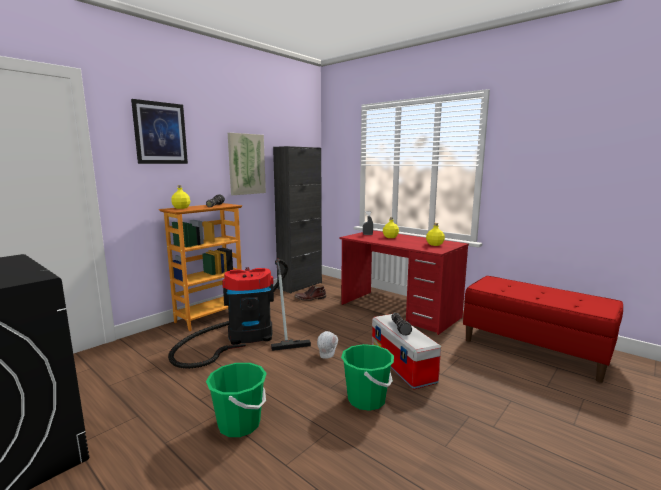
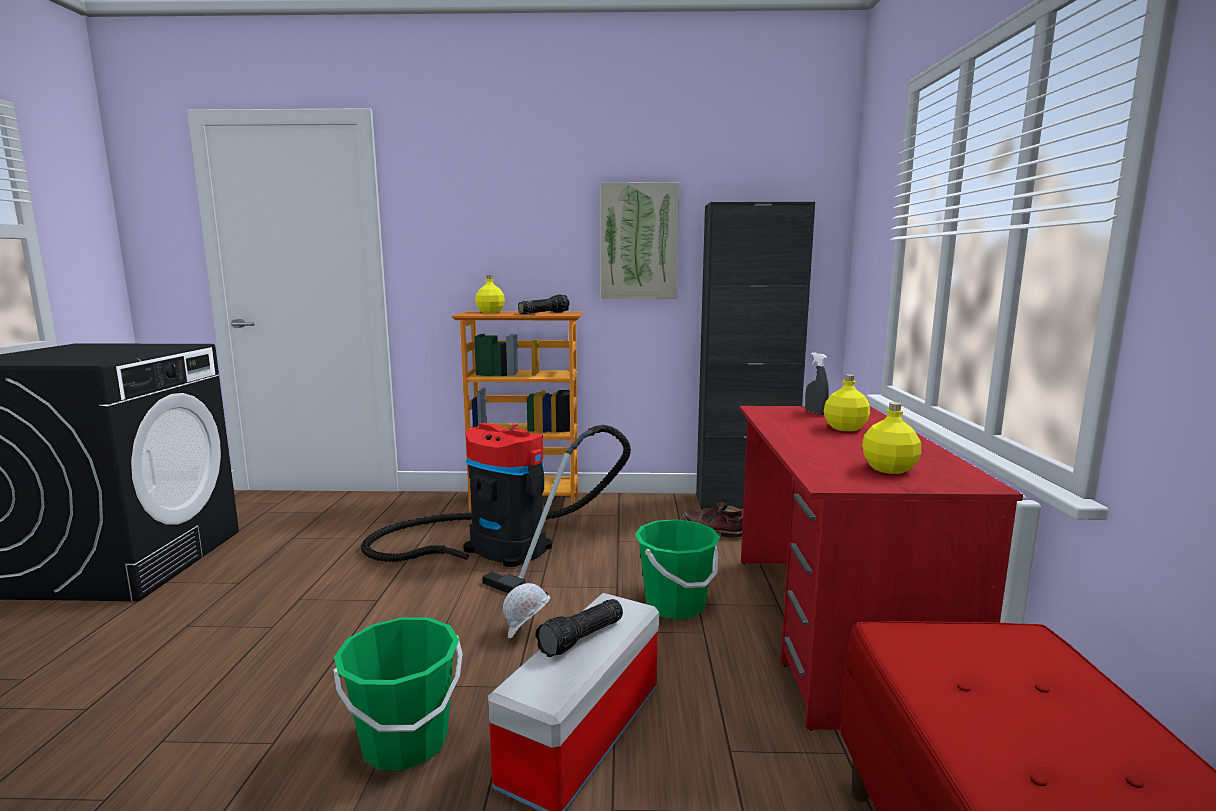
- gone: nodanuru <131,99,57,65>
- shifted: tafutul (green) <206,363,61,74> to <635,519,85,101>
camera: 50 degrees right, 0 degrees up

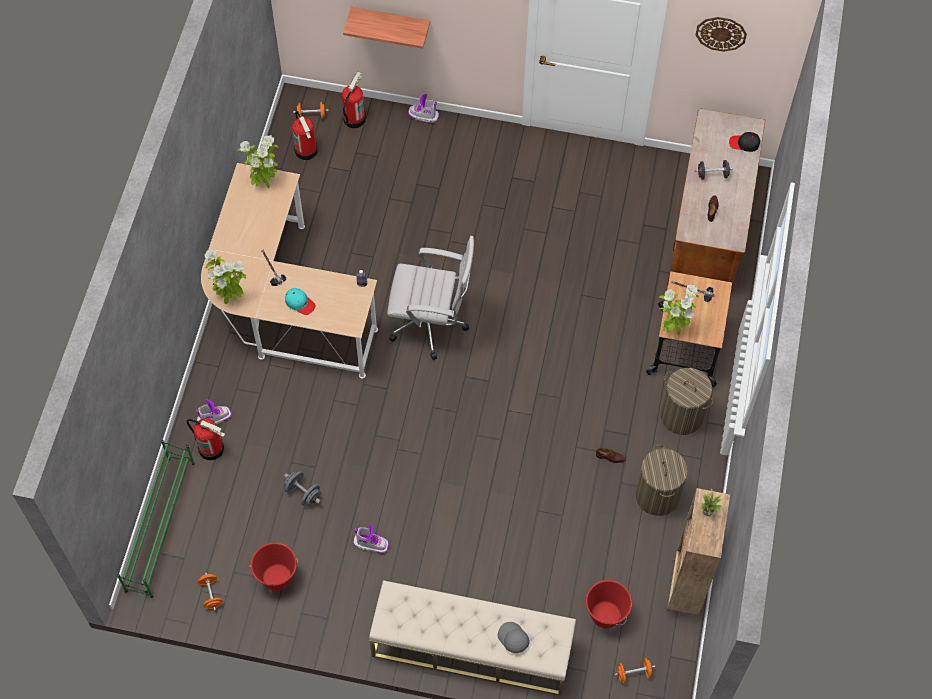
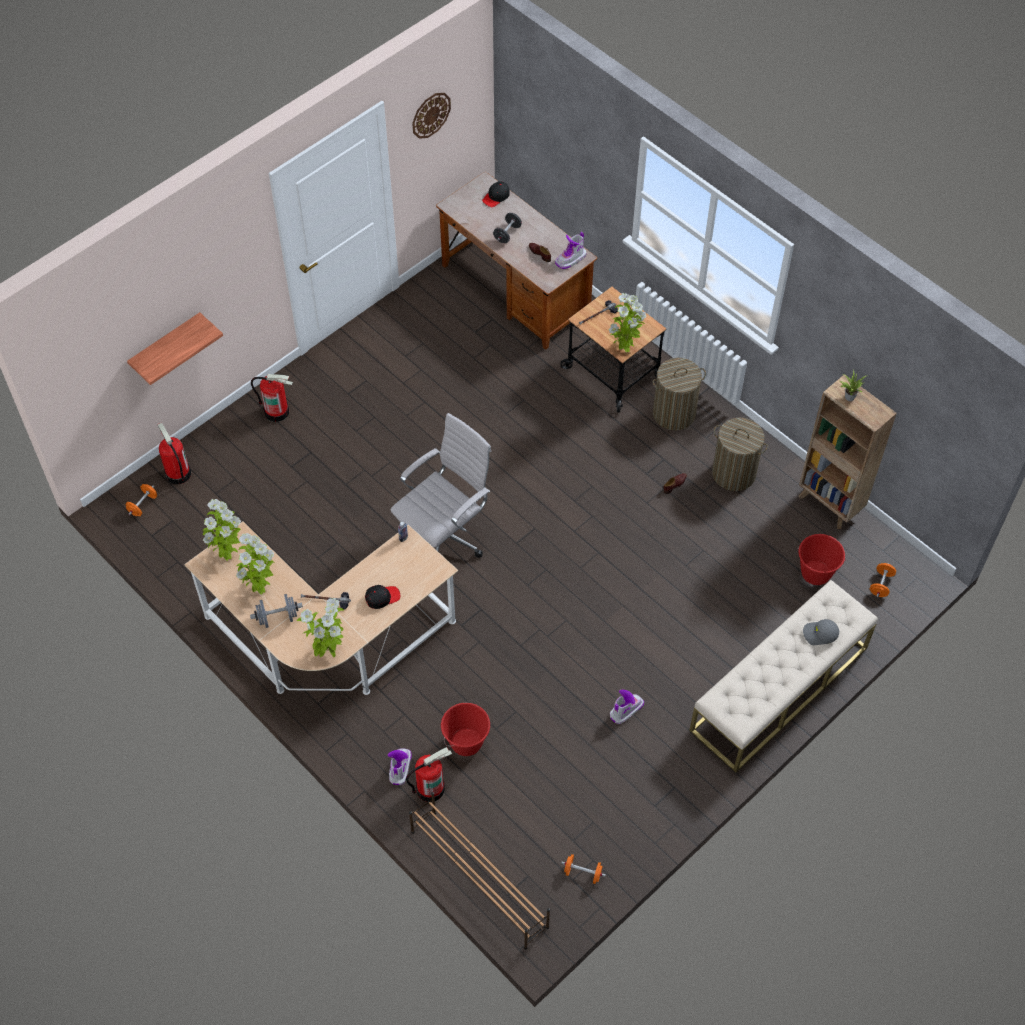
- repainted: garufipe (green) <117,440,78,158> to garufipe (brown) <409,792,141,157>
- shifted: tafutul (red) <250,543,48,48> to <441,703,49,53>
- shifted: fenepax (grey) <284,471,37,35> to <250,594,53,34>
- repainted: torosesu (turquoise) <285,288,31,27> to torosesu (black) <365,585,35,24>
- shifted: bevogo <292,111,26,49> to <251,374,42,48>
- shifted: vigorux <408,94,31,29> to <555,232,31,37>
- new: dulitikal <236,533,39,62>
camera: 55 degrees left, 5 degrees down

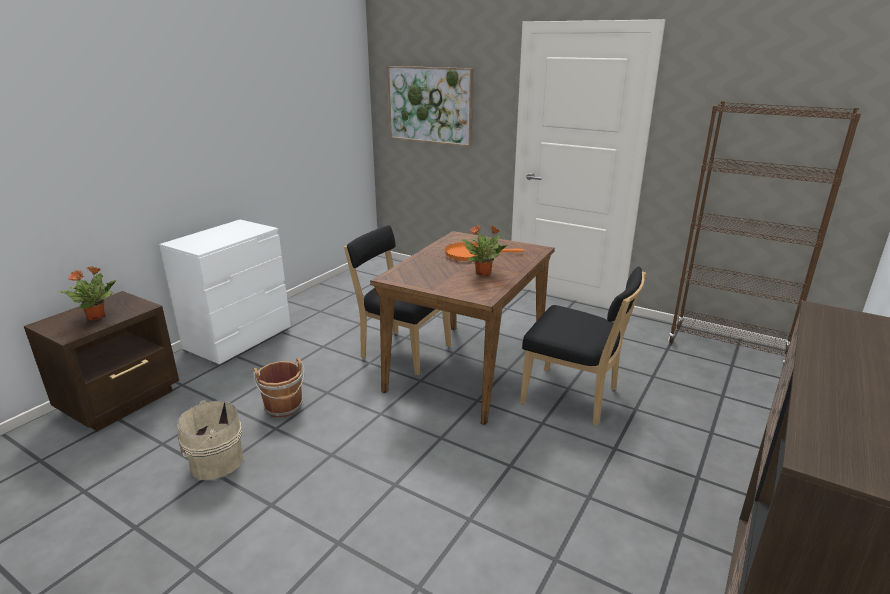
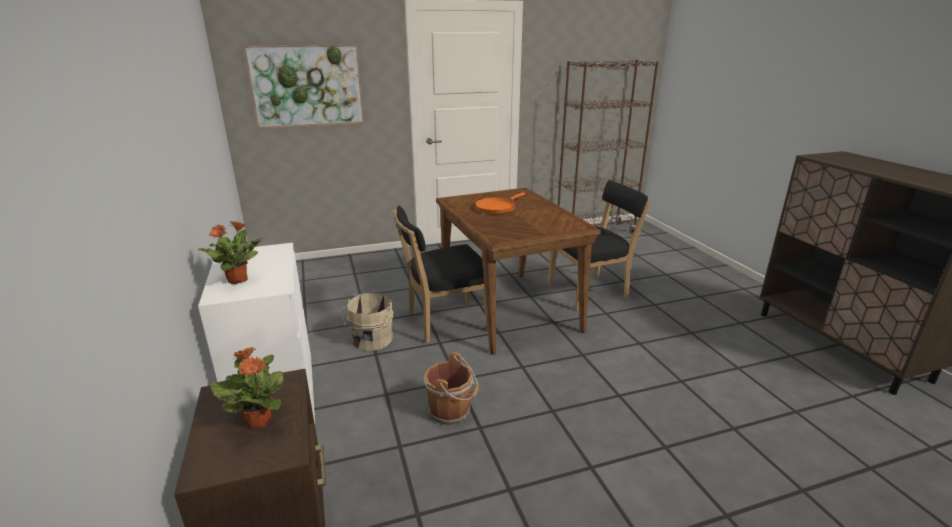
- shifted: tafutul (beige) <177,400,66,80> to <343,293,50,58>
- shifted: dulitikal <461,224,46,52> to <198,221,64,63>
camera: 50 degrees left, 0 degrees up

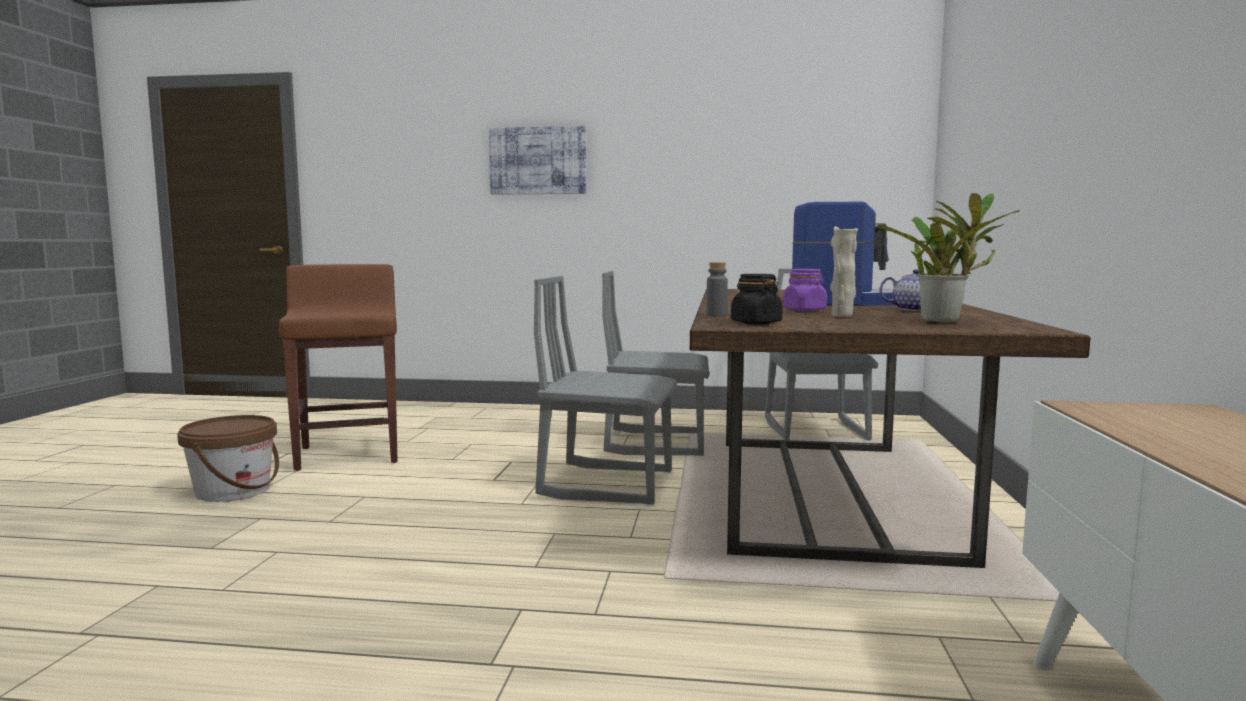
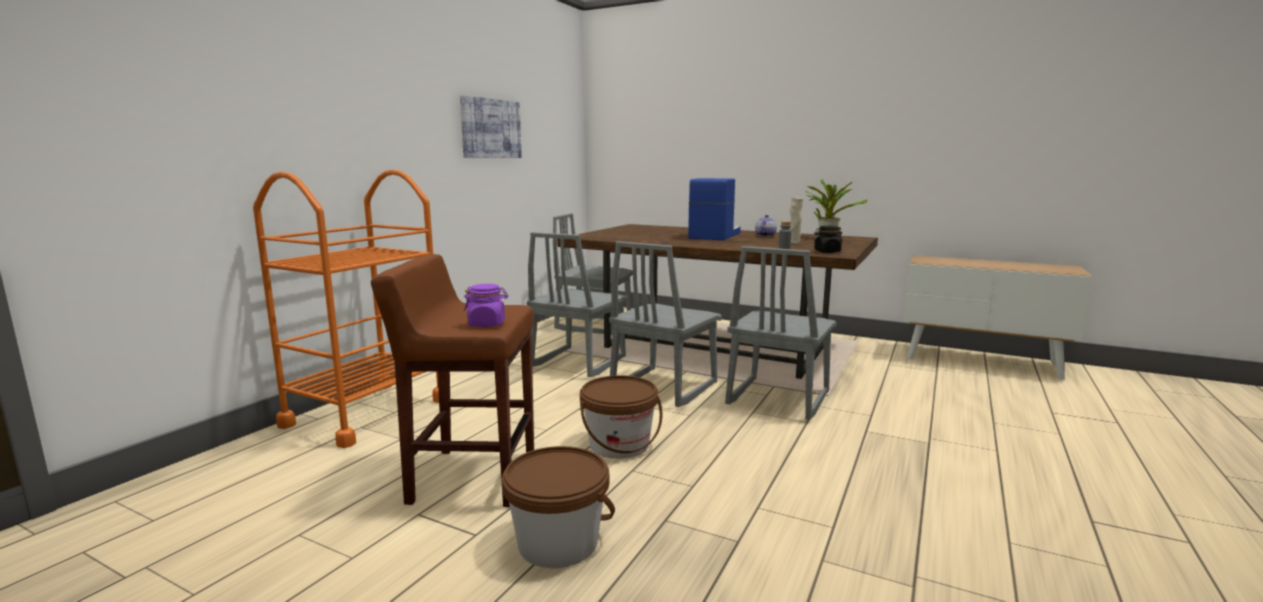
- shifted: nodanuru <489,126,97,69> to <460,95,62,63>
- shifted: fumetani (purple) <783,269,44,42> to <464,284,44,43>
- new: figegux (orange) <253,169,186,279>
- new: tafutul (brown) <580,375,83,84>
- new: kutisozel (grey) <725,246,112,174>
camera: 70 degrees left, 5 degrees up

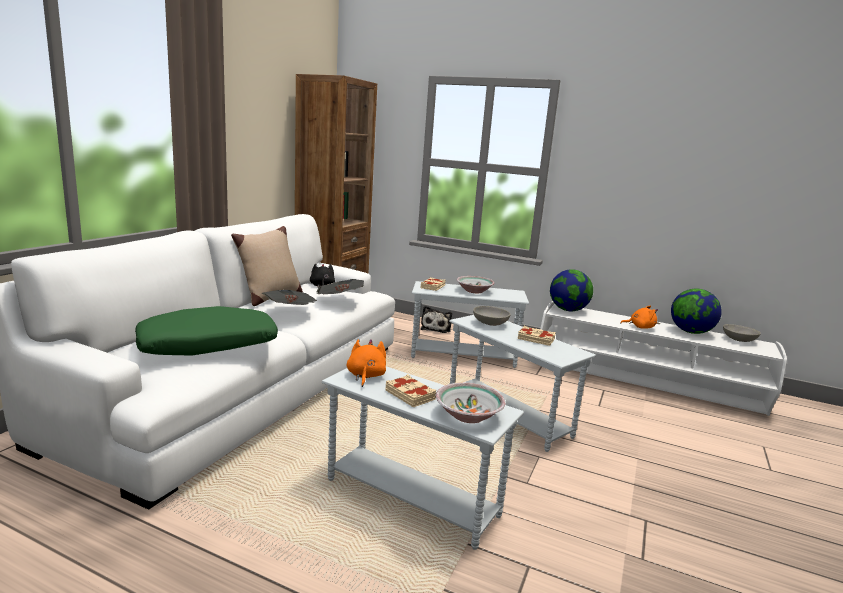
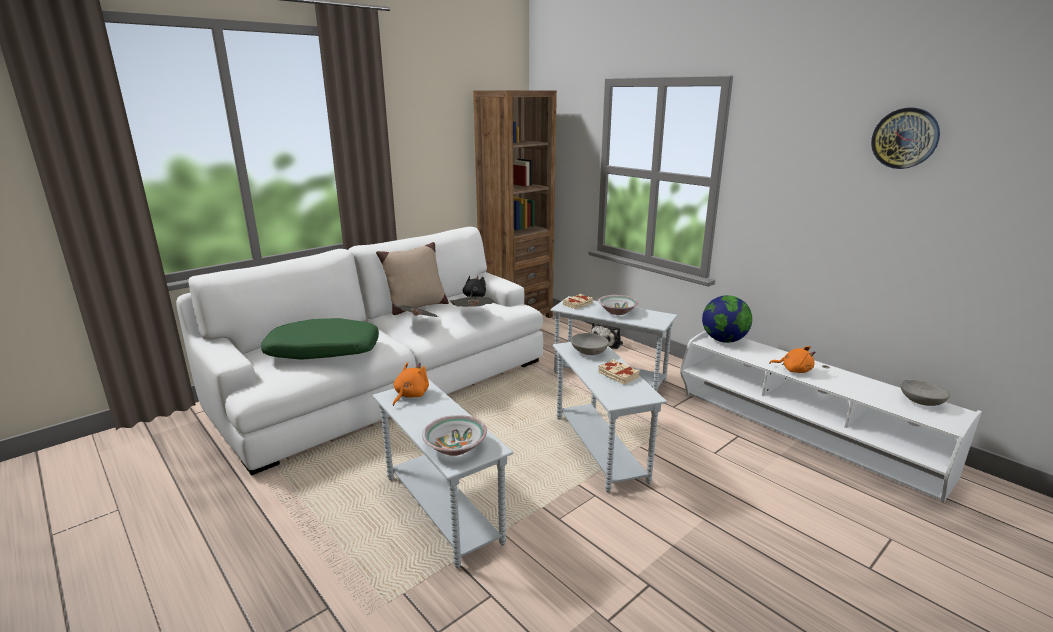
- gone: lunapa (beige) <385,374,51,33>
- gone: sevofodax <671,289,51,45>
- new: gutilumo <871,108,69,61>
camera: 25 degrees right, 5 degrees up

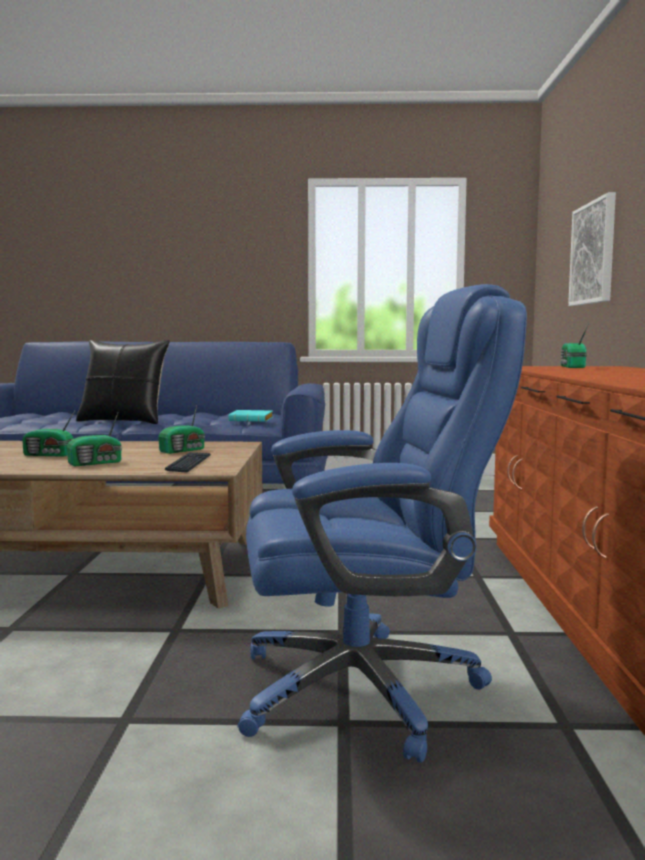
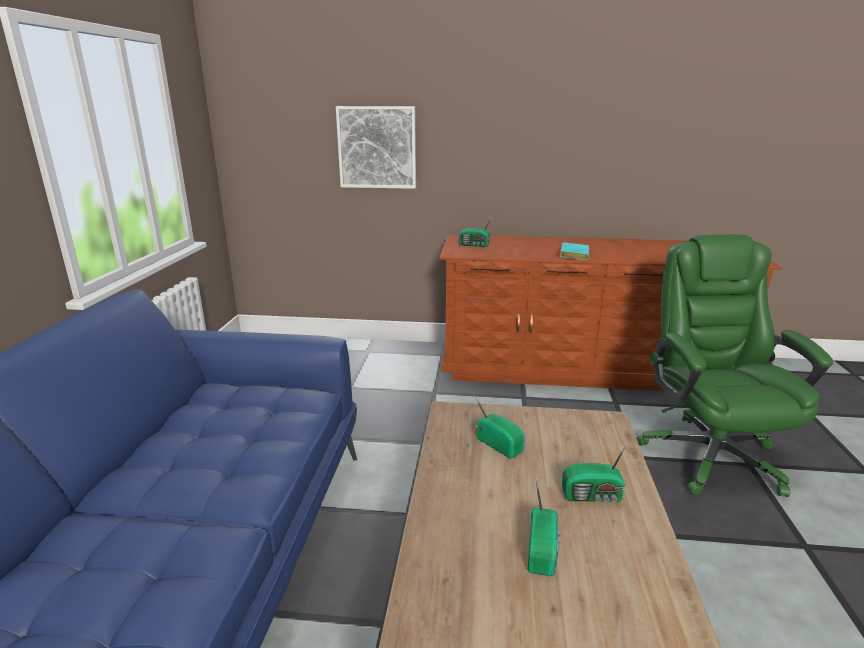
- rotated: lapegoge <67,413,55,53> = <562,442,66,60> 120 degrees clockwise
- gone: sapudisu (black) <76,340,94,84>
- gone: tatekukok <165,452,46,21>
- shifted: lunapa (turquoise) <228,410,45,12> to <560,242,29,18>
- repainted: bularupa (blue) <238,284,289,479> to bularupa (green) <636,234,197,263>
camera: 85 degrees left, 15 degrees up

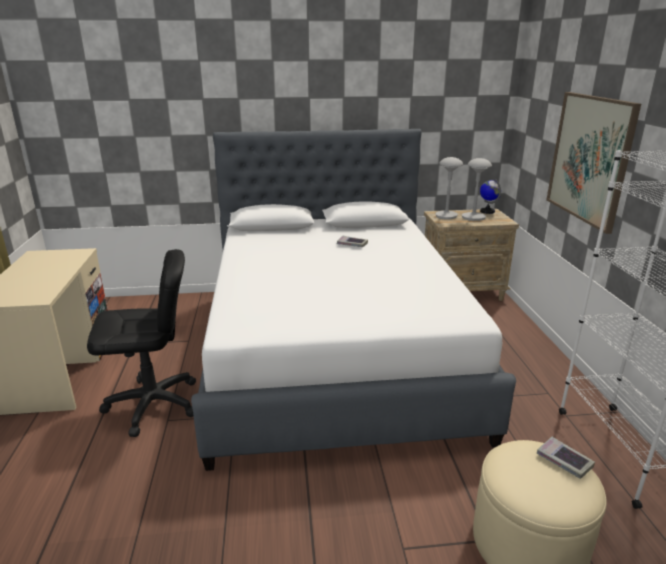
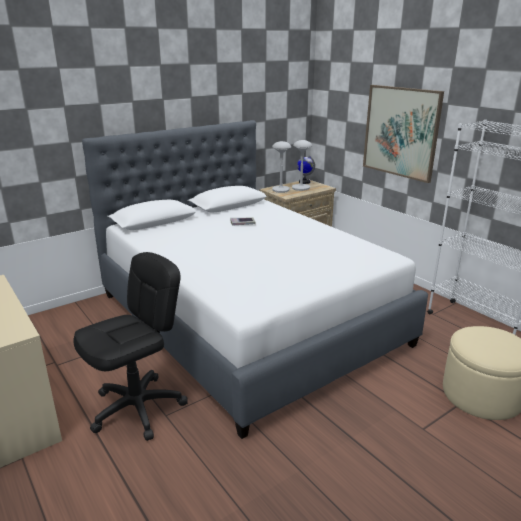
- gone: lunapa <537,437,58,42>
camera: 30 degrees left, 0 degrees up

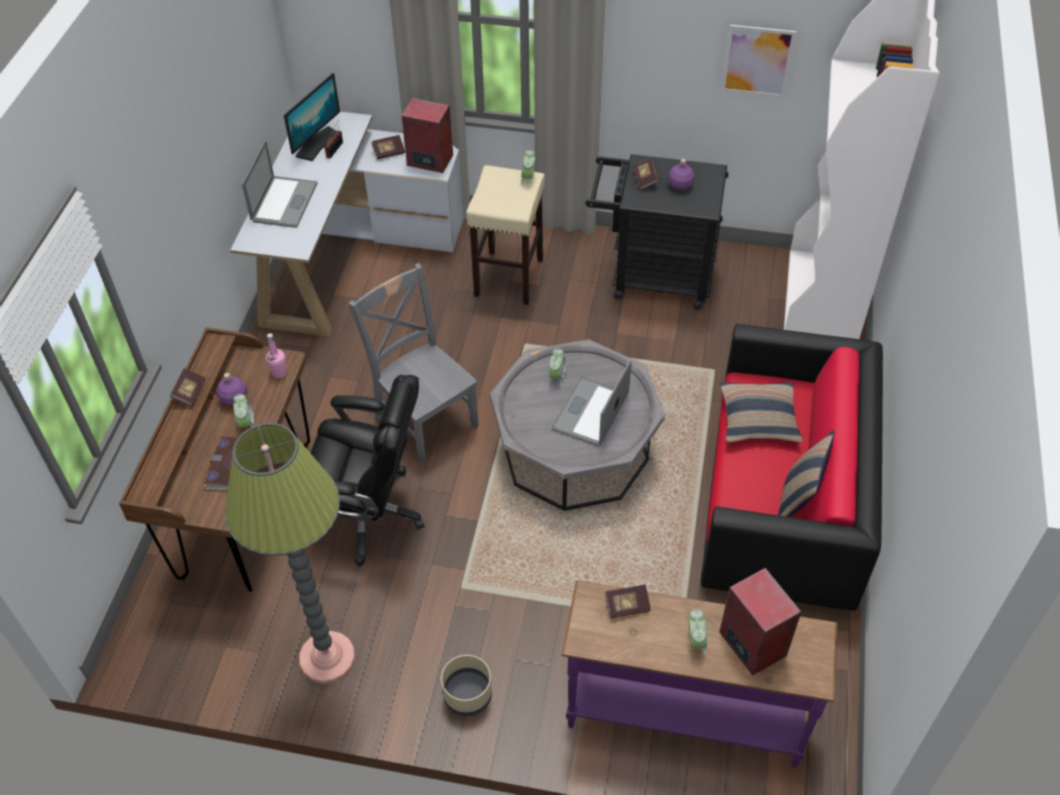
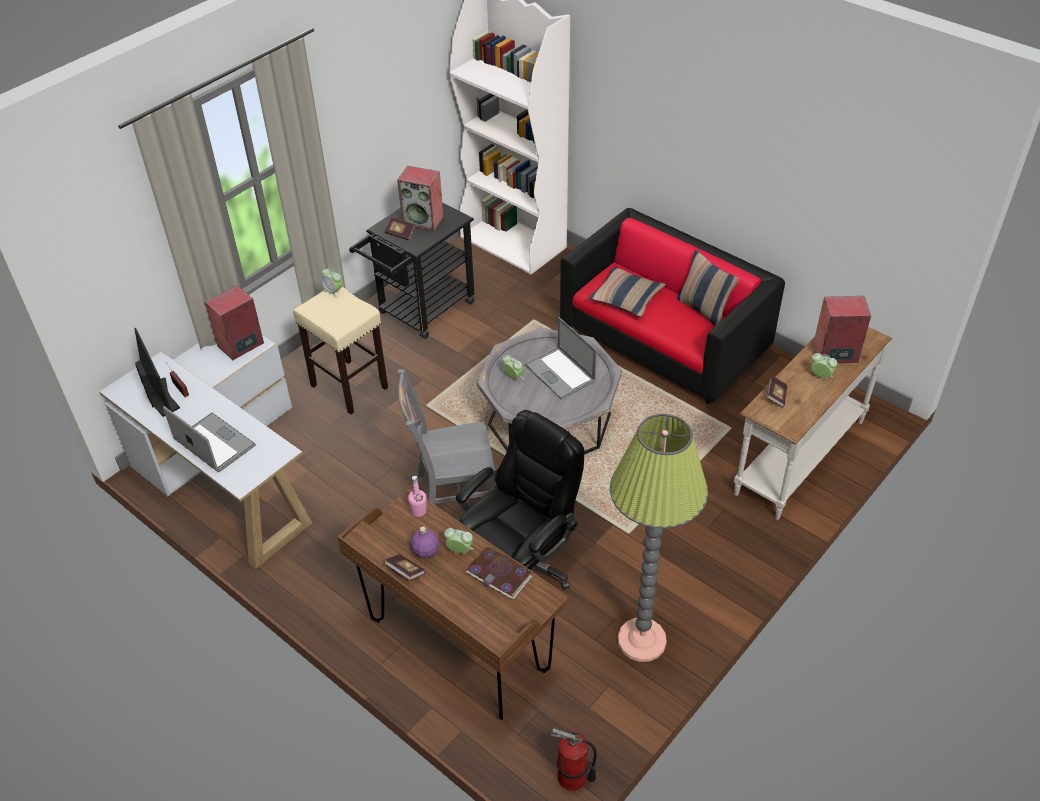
- gone: lunapa <371,135,34,24>
- gone: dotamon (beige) <441,655,51,61>
- repainted: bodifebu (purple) <561,580,277,188> to bodifebu (white) <734,327,158,193>
- swapped: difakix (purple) <668,159,27,31> to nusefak <397,166,46,65>
- gone: nodanuru <721,25,75,73>
- new: bevogo <551,728,46,63>
camera: 60 degrees left, 5 degrees down

